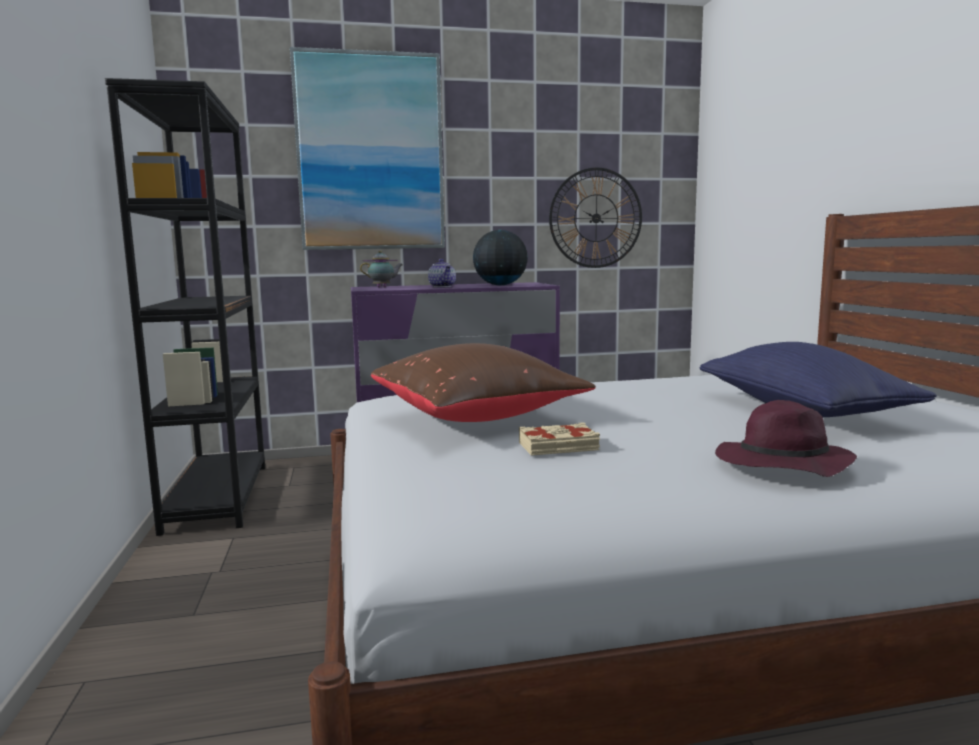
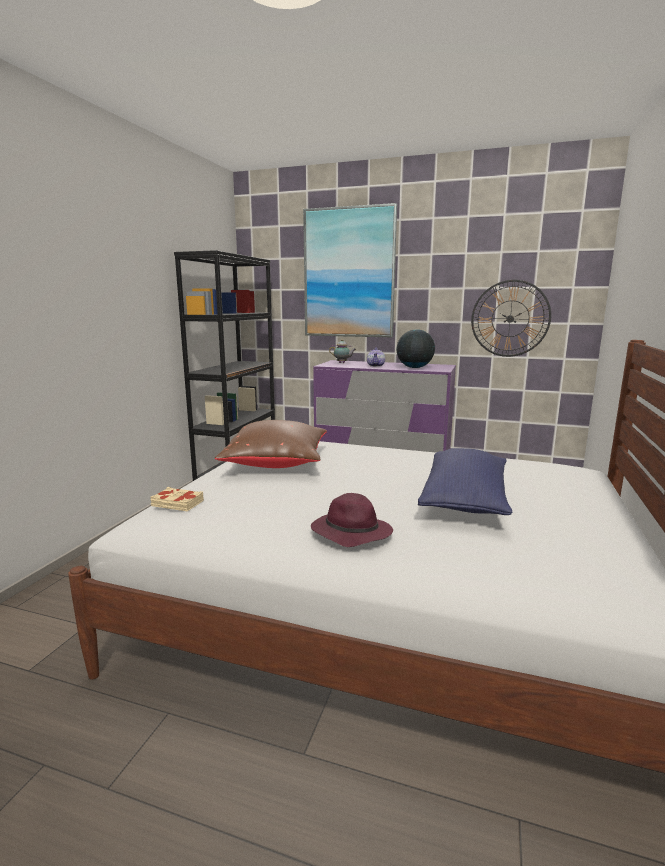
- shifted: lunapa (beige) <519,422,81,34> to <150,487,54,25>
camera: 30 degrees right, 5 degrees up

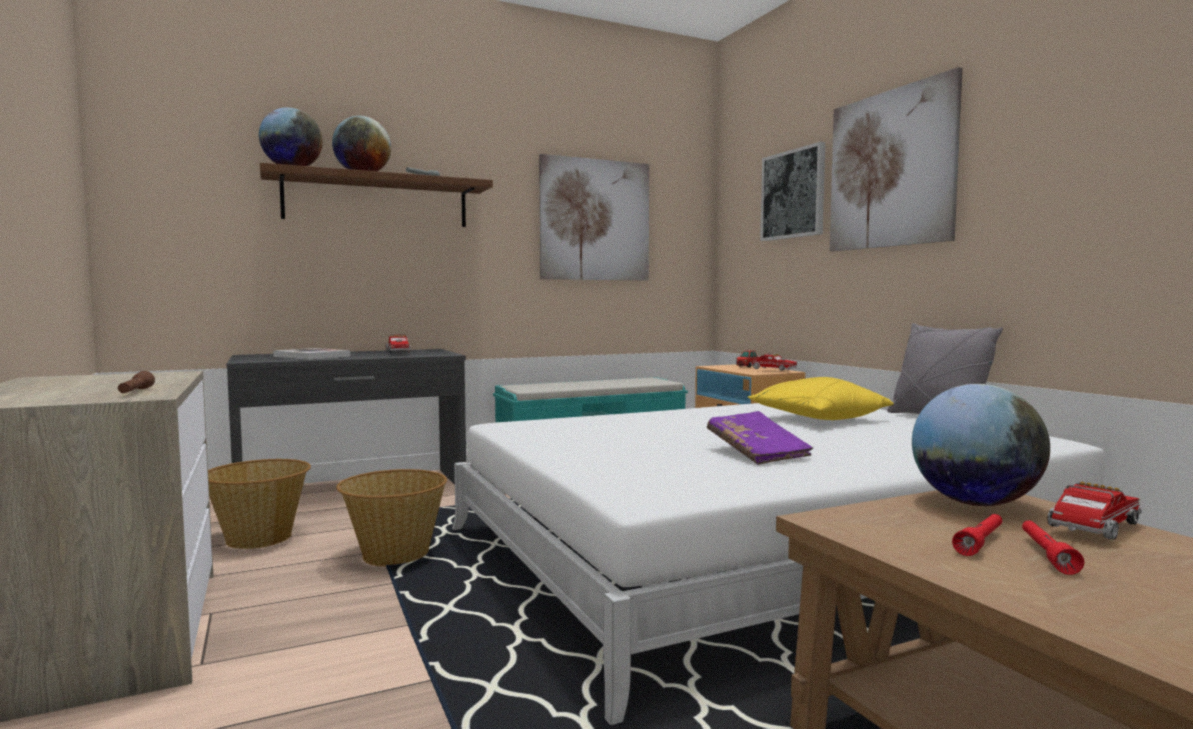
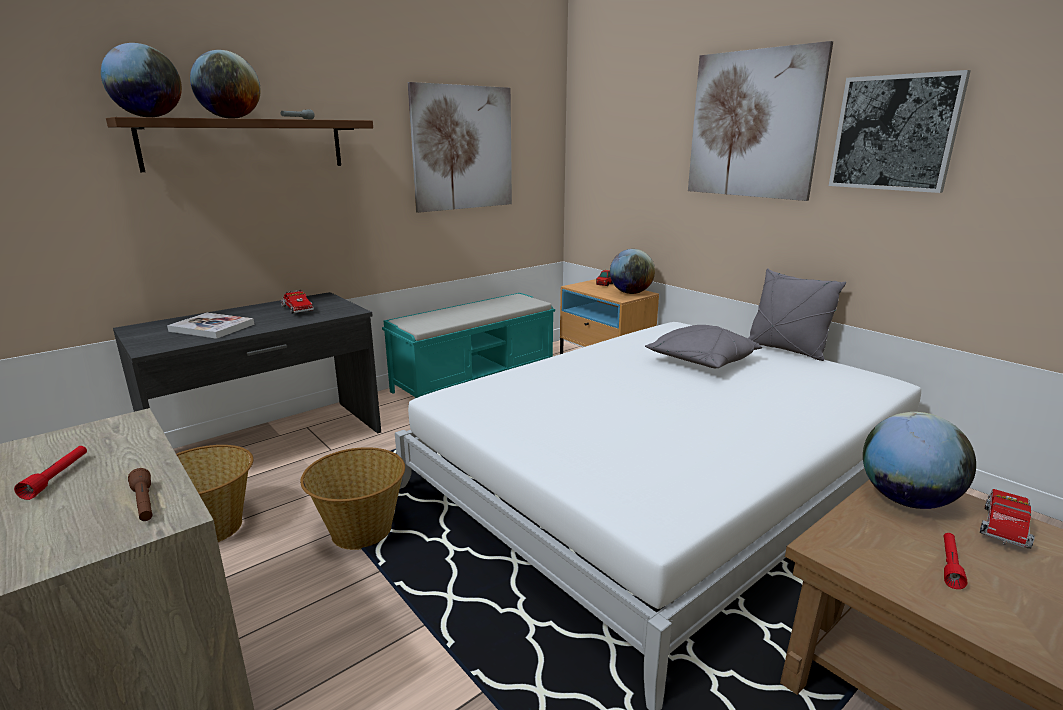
- gone: lunapa (purple) <707,411,106,54>
- repainted: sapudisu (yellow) <748,377,146,43> to sapudisu (grey) <645,325,117,43>
- swapped: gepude <750,353,47,18> to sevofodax <610,249,45,45>
- shifted: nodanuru <760,142,65,99> to <829,70,142,123>
- shifted: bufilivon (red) <1022,520,62,55> to <14,446,73,54>
camera: 15 degrees left, 15 degrees up

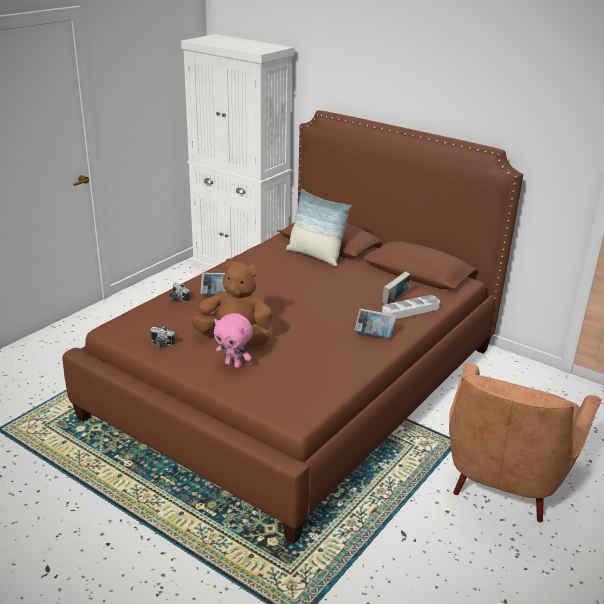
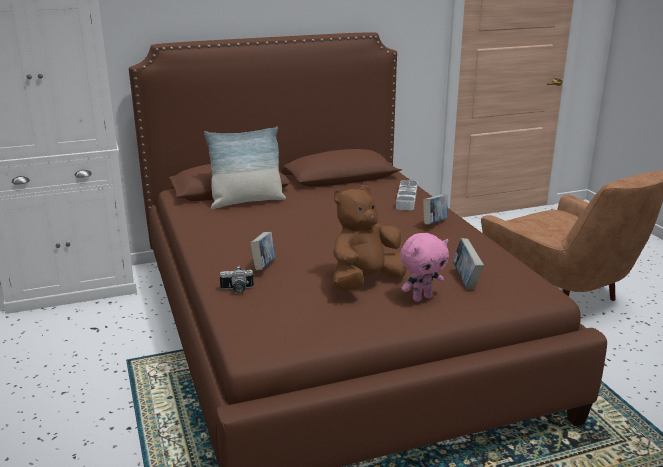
- gone: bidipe <150,326,25,22>
- shifted: lunapa <382,271,28,34> to <453,238,31,51>
camera: 55 degrees left, 5 degrees down

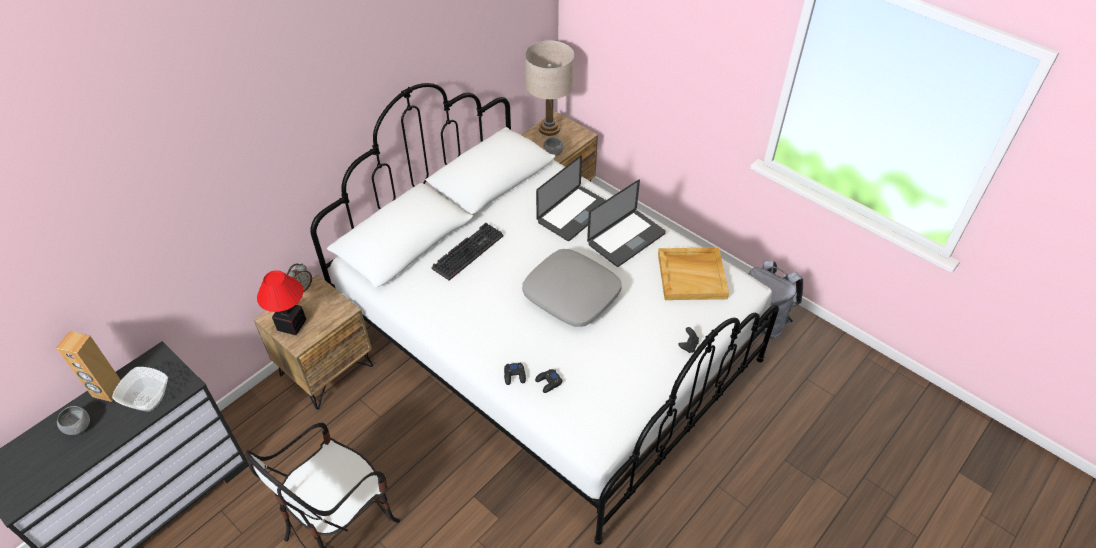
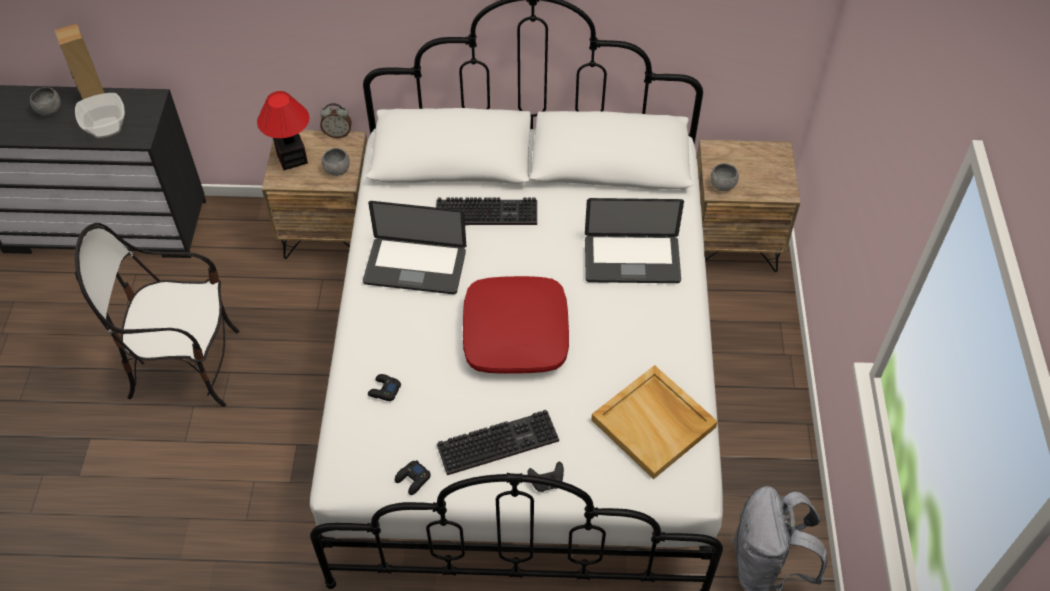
- shifted: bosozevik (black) <504,363,22,22> to <395,460,36,35>
- repainted: sapudisu (grey) <522,249,100,78> to sapudisu (red) <463,276,106,98>
- gone: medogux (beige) <525,41,49,95>
- shifted: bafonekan <587,180,79,87> to <363,201,103,93>
- new: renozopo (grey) <322,148,28,28>
- new: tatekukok <437,410,122,65>
camera: 50 degrees right, 5 degrees up

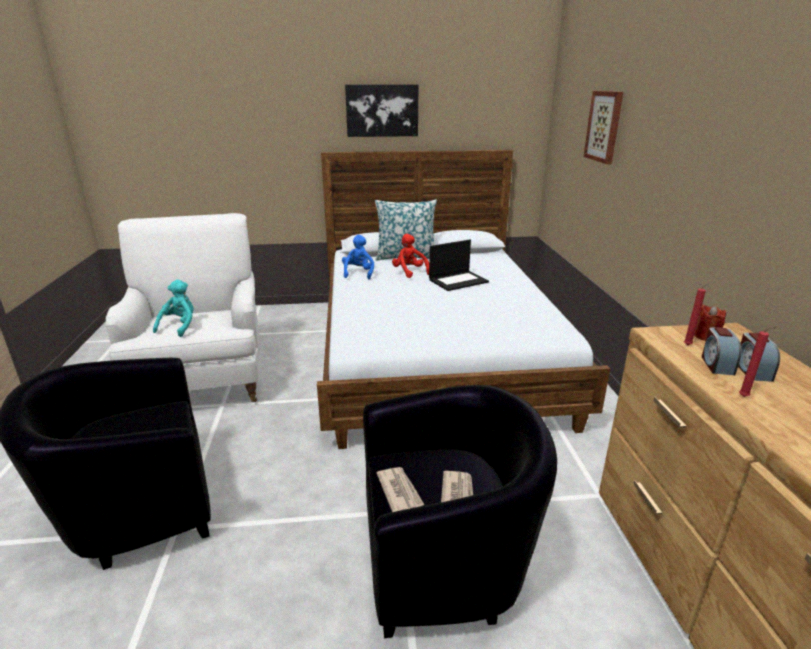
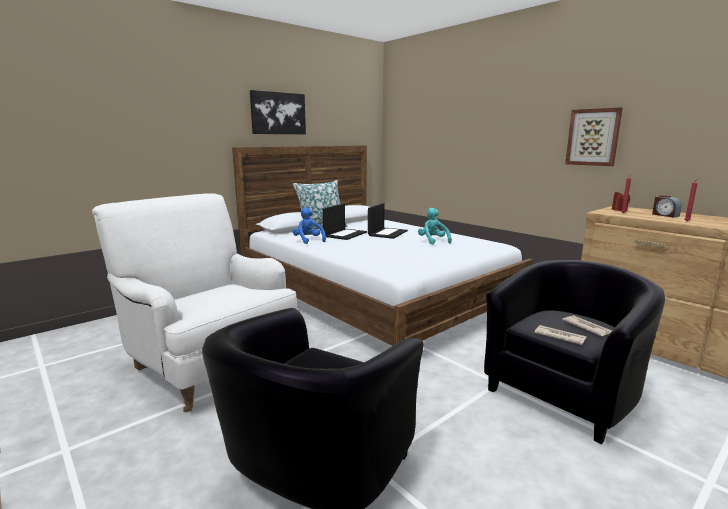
- shifted: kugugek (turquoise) <153,280,41,57> to <418,208,34,37>
- swapped: kugugek (red) <392,234,37,44> to bafonekan <323,204,44,36>
- shifted: nodanuru <584,91,39,73> to <565,107,58,59>
- gone: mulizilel <702,327,39,48>
camera: 35 degrees left, 10 degrees down

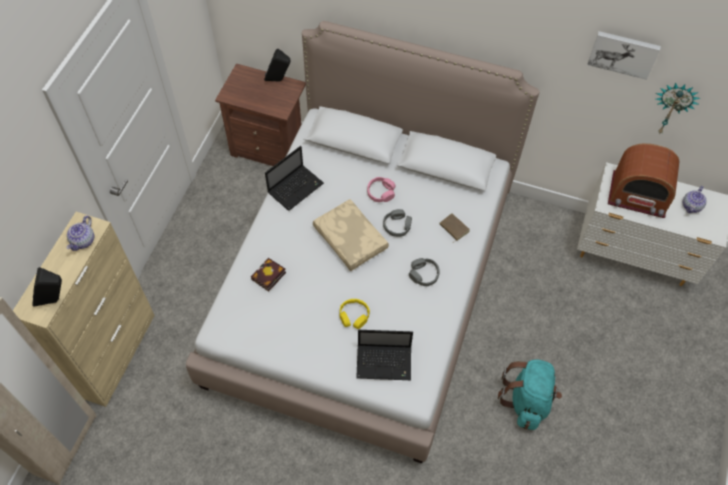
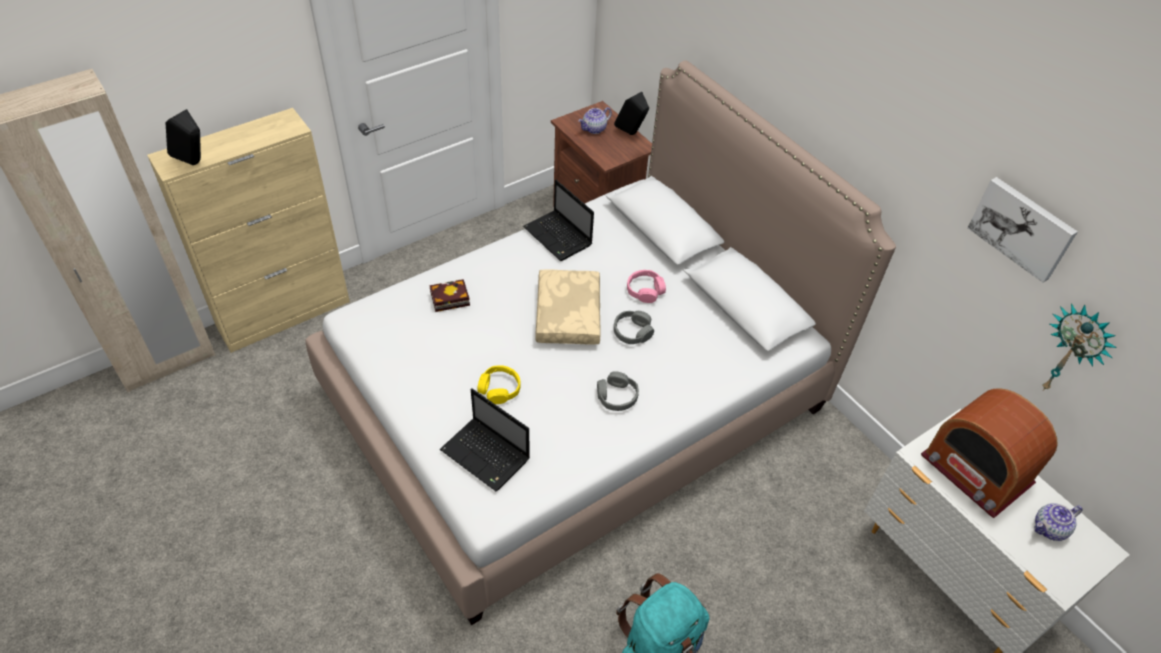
- shifted: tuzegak <67,216,27,35> to <578,107,34,27>
- rotated: bafonekan <265,146,59,65> = <523,180,71,81> 60 degrees clockwise
- gone: lunapa (brown) <440,213,30,29>
camera: 35 degrees right, 10 degrees down

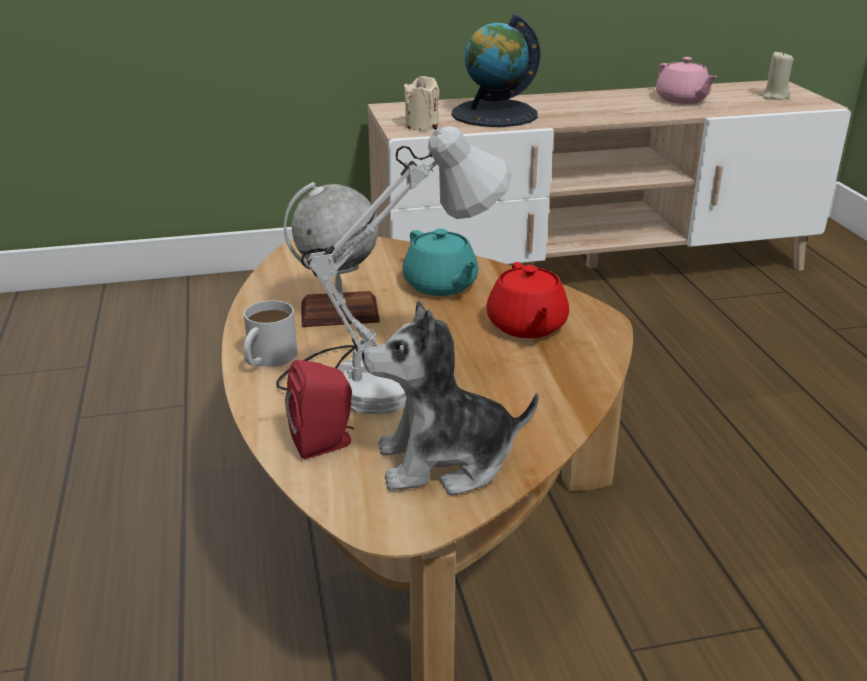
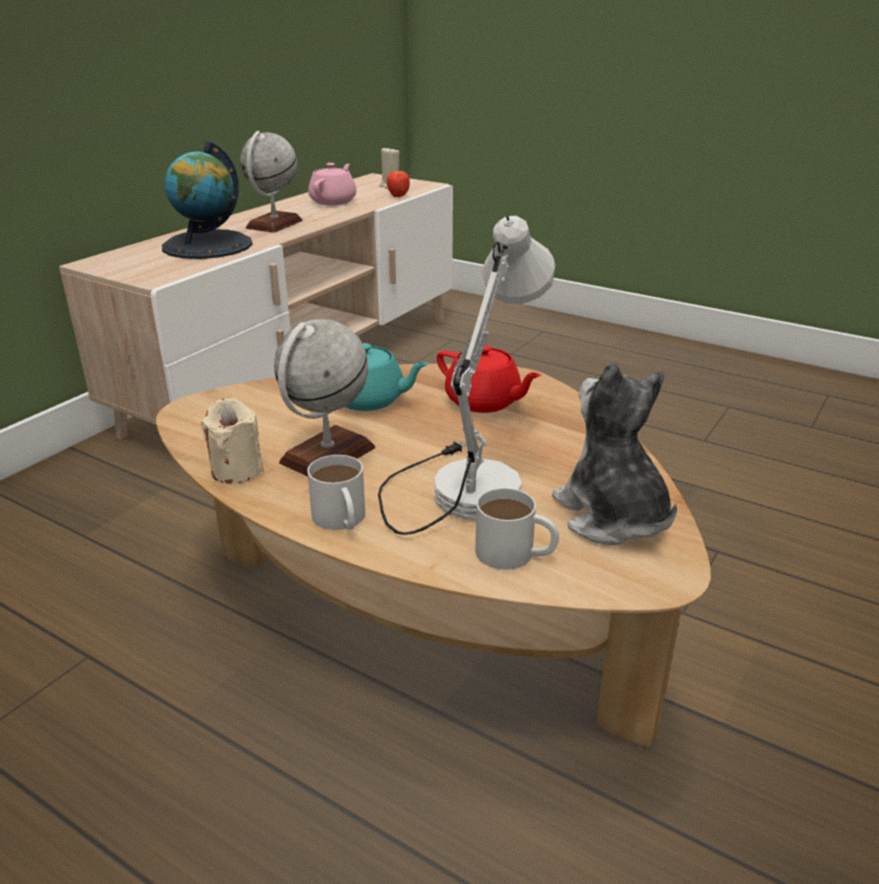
- swapped: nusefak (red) <285,360,69,99> to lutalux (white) <475,488,84,81>
- rotated: kugugek <362,301,177,194> = <552,361,125,184> 120 degrees clockwise
- shifted: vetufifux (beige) <404,76,35,54> to <201,398,63,86>
- rotated: tuzegak (pink) <656,57,61,47> = <308,163,48,42> 90 degrees counterclockwise
- new: sevofodax <240,131,63,102>
- new: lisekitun <387,170,23,27>
camera: 45 degrees left, 0 degrees up

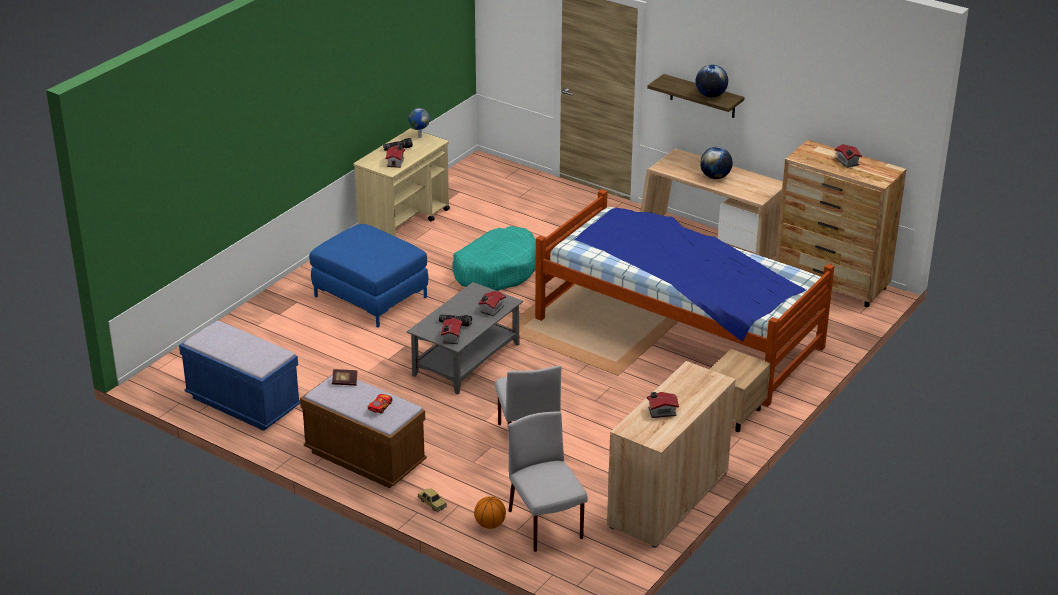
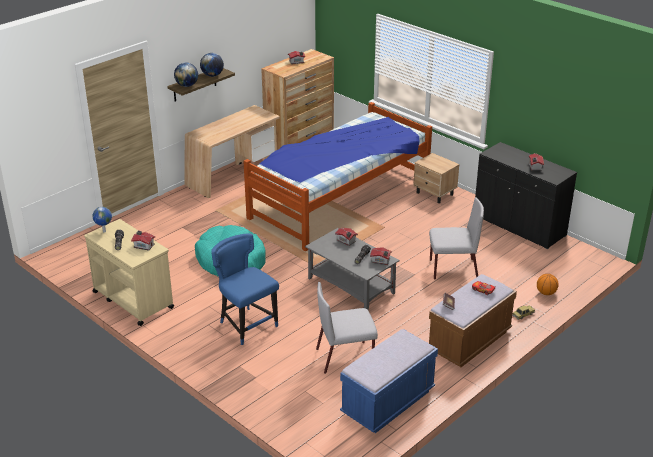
- swapped: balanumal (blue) <309,224,119,104> to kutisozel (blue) <211,233,68,112>
- shifted: kutisozel (grey) <508,411,80,141> to <316,282,62,92>
- repainted: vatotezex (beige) <607,361,129,187> to vatotezex (black) <475,142,102,107>
- shifted: sevofodax <700,147,33,32> to <174,62,24,25>
camera: 80 degrees left, 0 degrees up

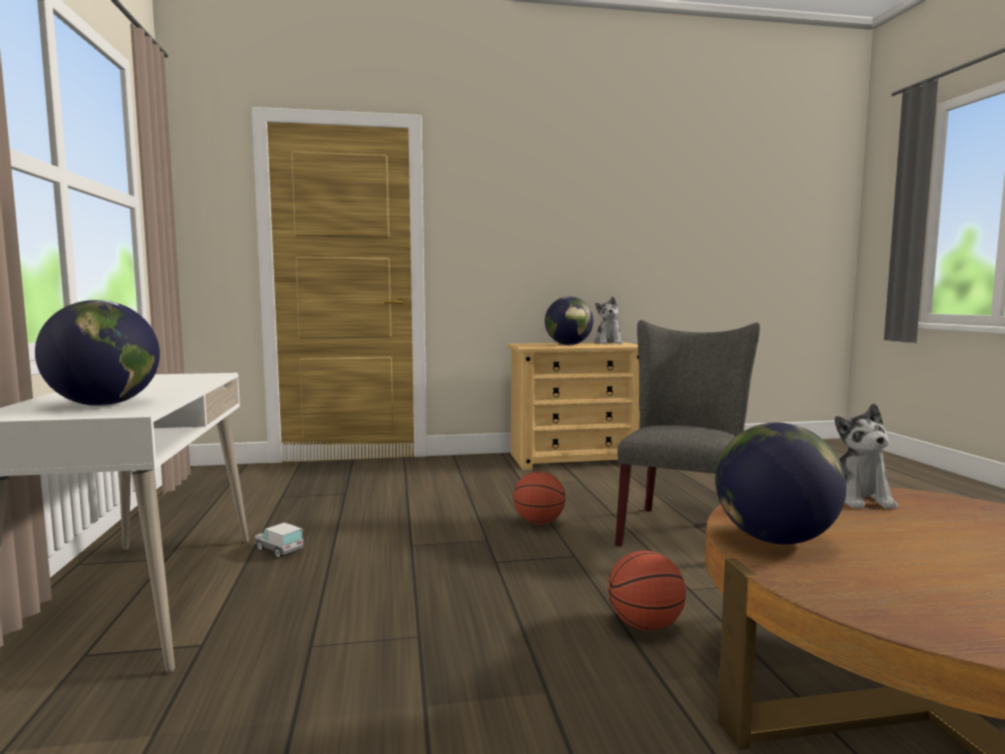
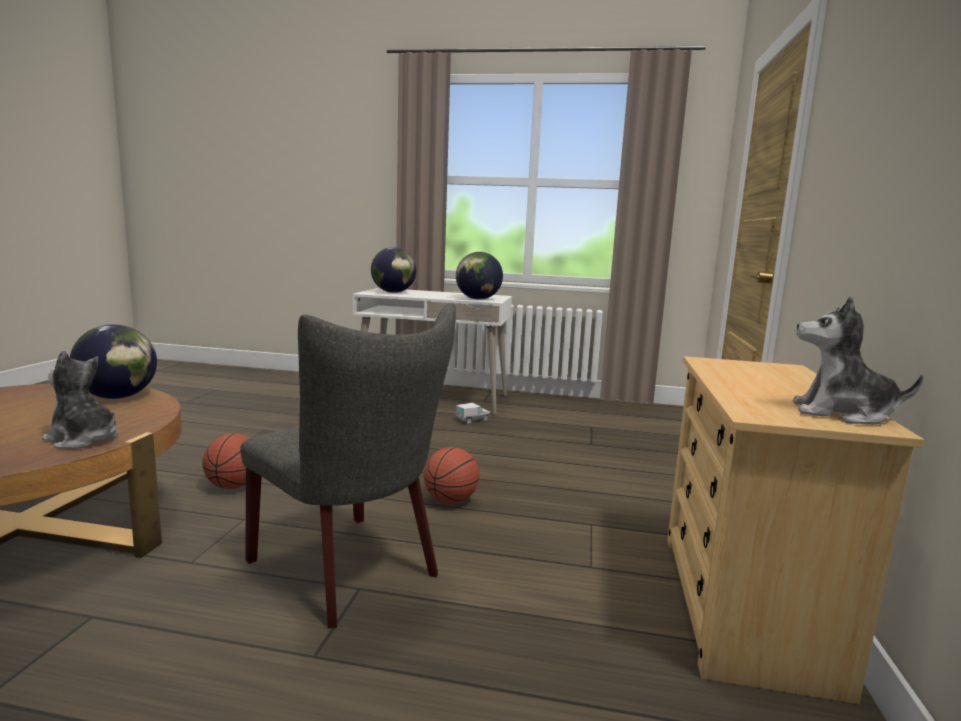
- shifted: sevofodax <545,297,48,48> to <456,252,47,48>
camera: 110 degrees right, 5 degrees up

